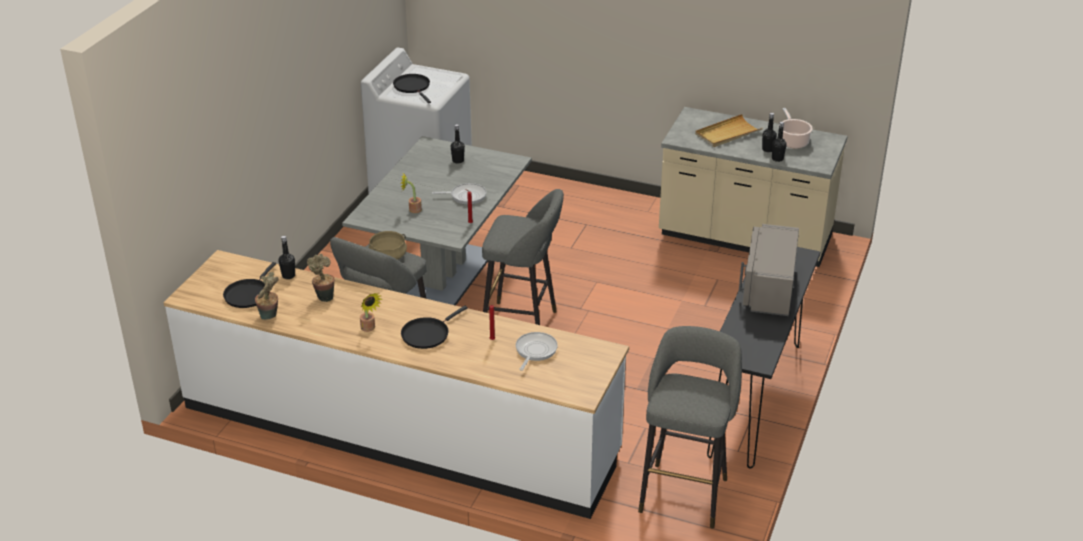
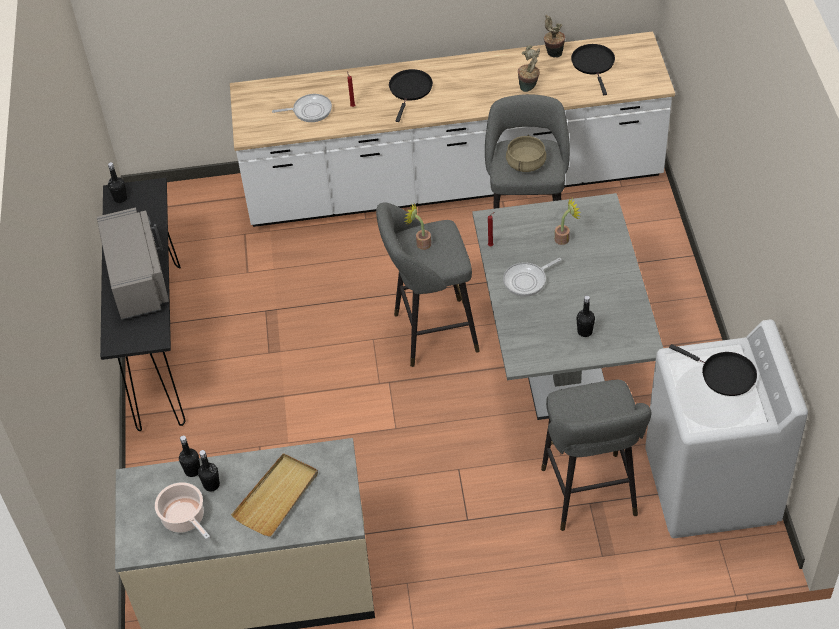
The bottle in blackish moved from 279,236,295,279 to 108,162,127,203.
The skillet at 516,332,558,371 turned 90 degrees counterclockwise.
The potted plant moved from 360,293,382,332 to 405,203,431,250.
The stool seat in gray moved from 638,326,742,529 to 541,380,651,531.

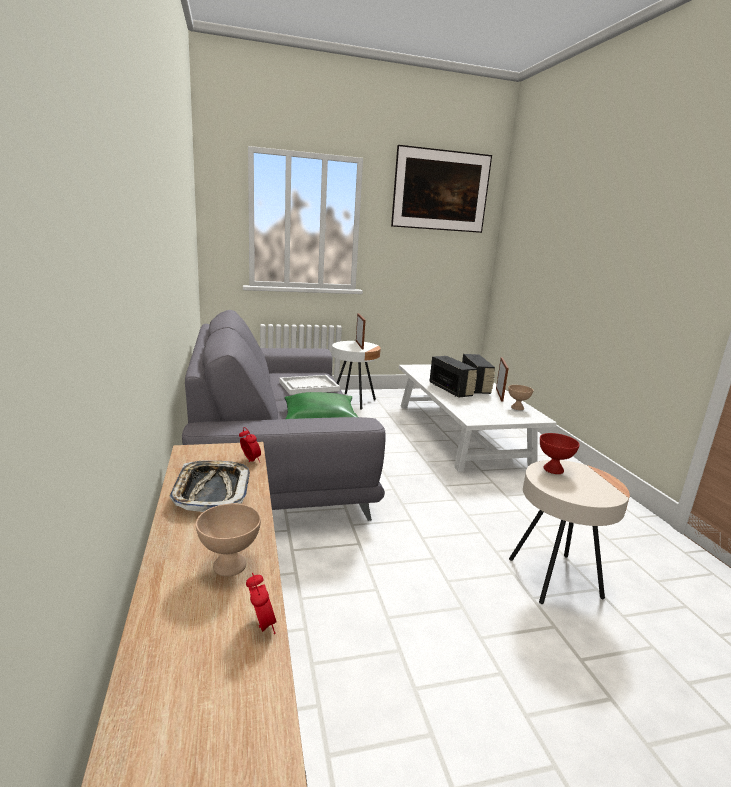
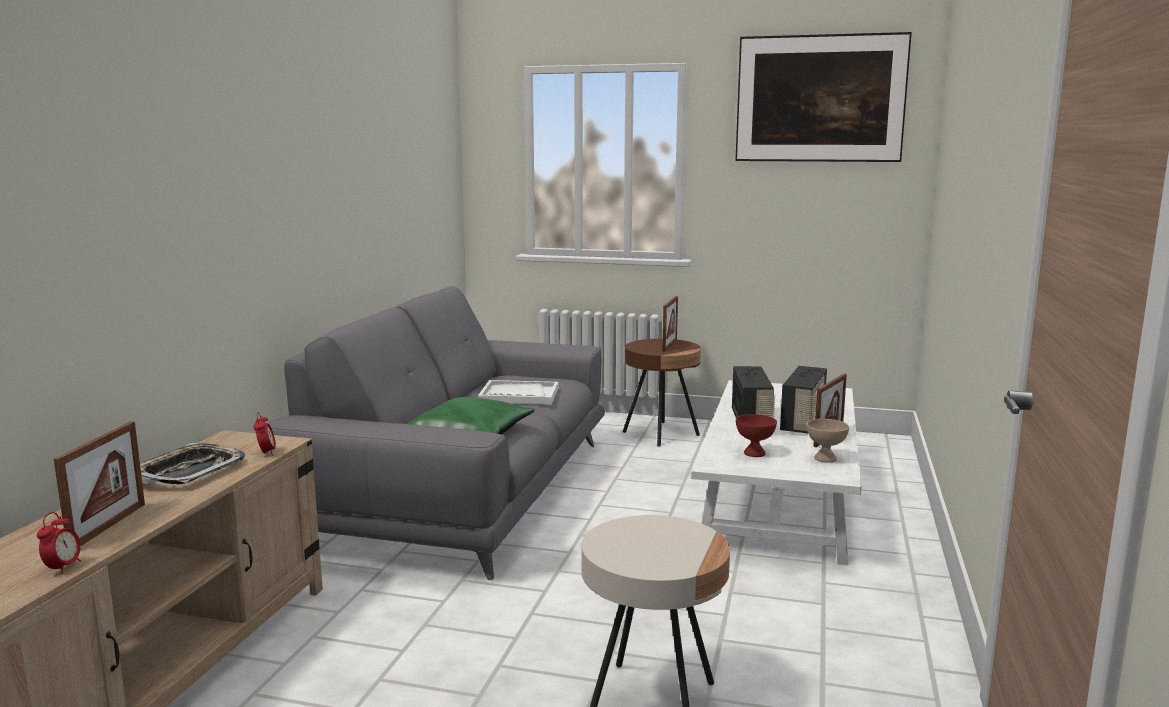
The deep dish in sand-coloured at 196,504,261,576 was replaced by the picture frame at 54,422,145,546.
The accent table in whitish at 332,341,381,410 became the accent table in brownish at 623,339,701,446.
The deep dish in red-coloured moved from 540,433,580,474 to 736,414,777,457.

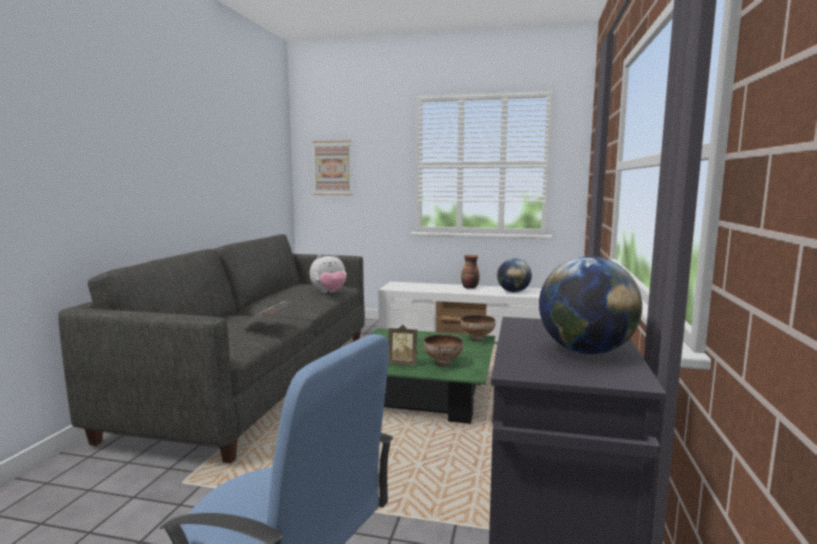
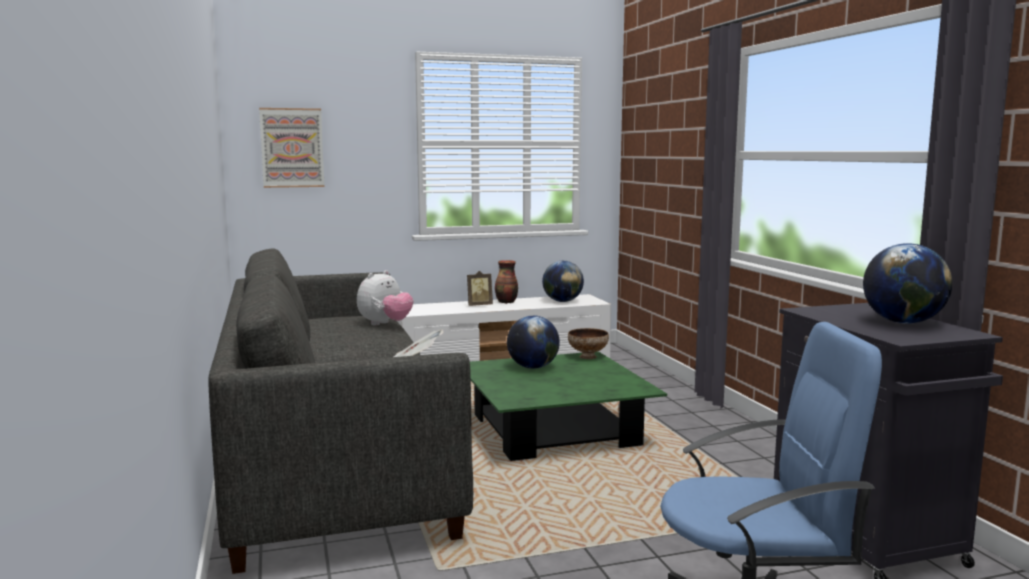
The picture frame moved from 388,325,417,365 to 467,271,493,306.
The desk globe at 507,315,560,369 appeared.
The deep dish at 423,335,463,366 disappeared.

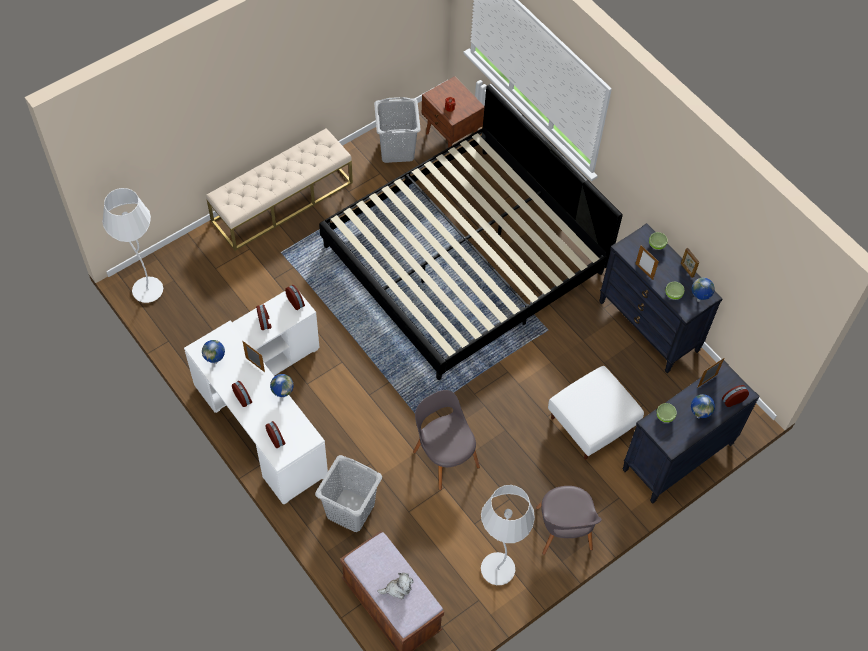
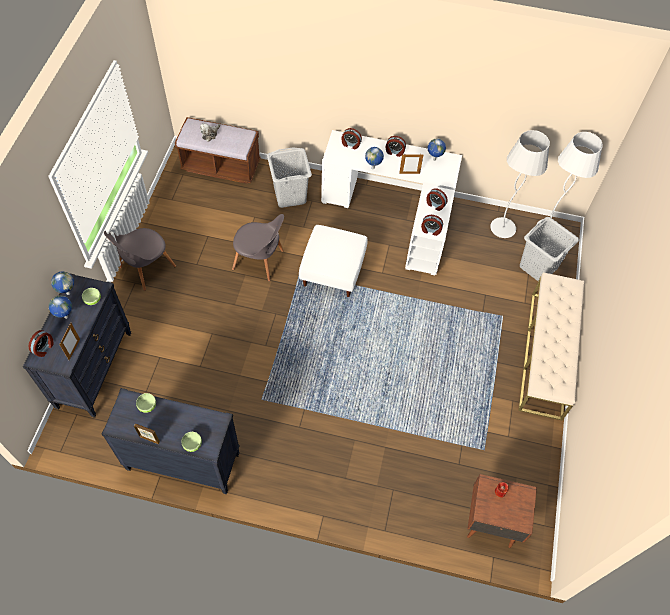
The desk globe moved from 692,278,715,302 to 51,271,74,295.
The chair in gray at 536,486,602,555 turned 90 degrees counterclockwise.
The ottoman in whitish moved from 548,366,644,459 to 299,225,368,297.
The floor lamp in whitish moved from 481,485,535,585 to 490,130,550,238.
The washing basket in gray moved from 374,97,421,163 to 520,217,579,281.
The bedroom bed at 319,83,623,380 disappeared.
The picture frame at 635,245,659,280 disappeared.

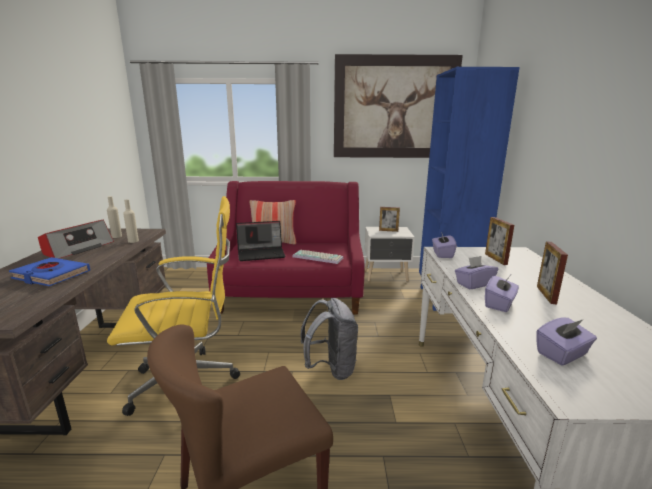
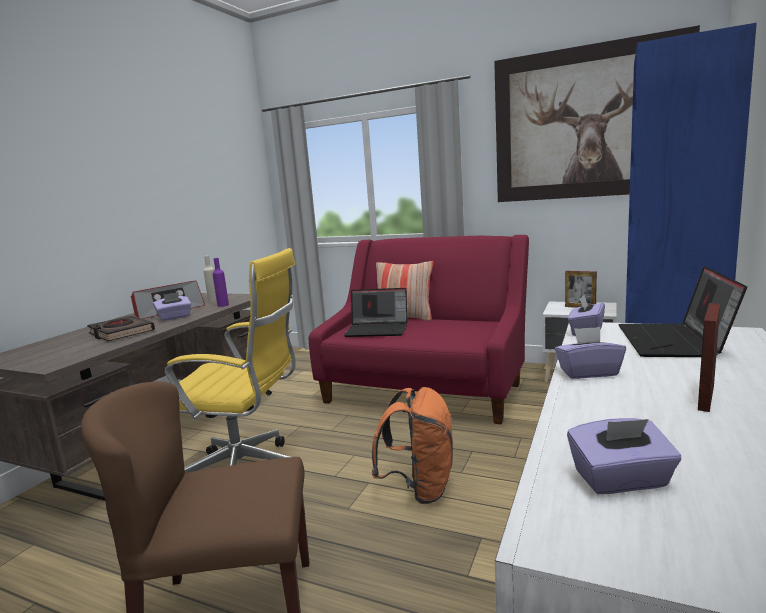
The bound book in bluish at 9,257,90,286 became the bound book in blackish at 87,316,155,341.
The tissue holder in purple-coloured moved from 485,275,519,312 to 153,292,191,321.
The bottle in sand-coloured at 123,199,139,243 became the bottle in purple-coloured at 213,258,229,307.
The knapsack in gray at 301,298,358,380 became the knapsack in orange-coloured at 371,387,453,504.
The picture frame at 485,217,514,265 was replaced by the notebook computer at 618,266,747,357.
The keyboard at 292,250,343,264 disappeared.

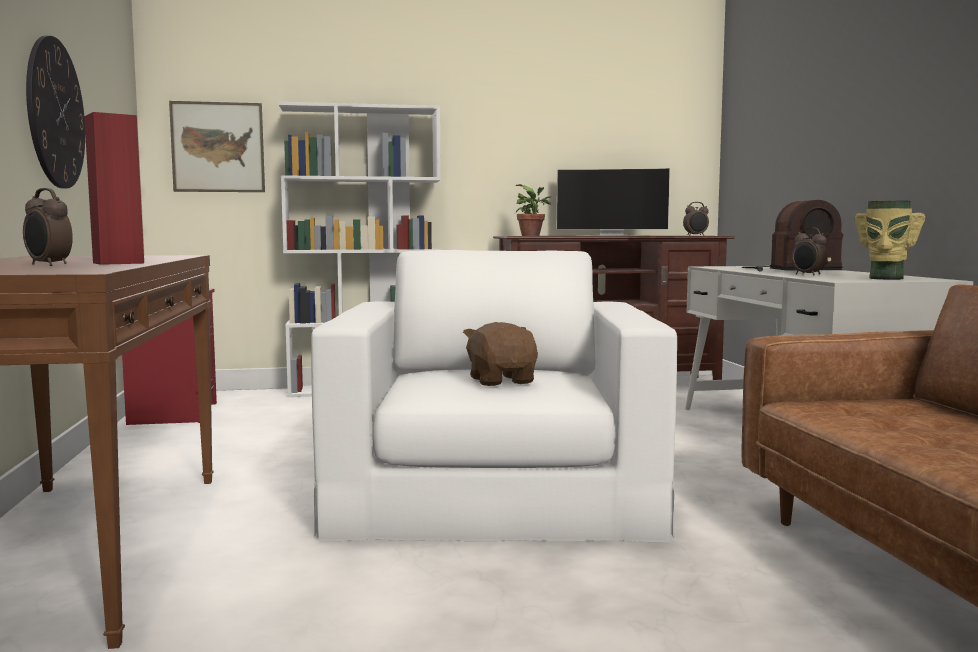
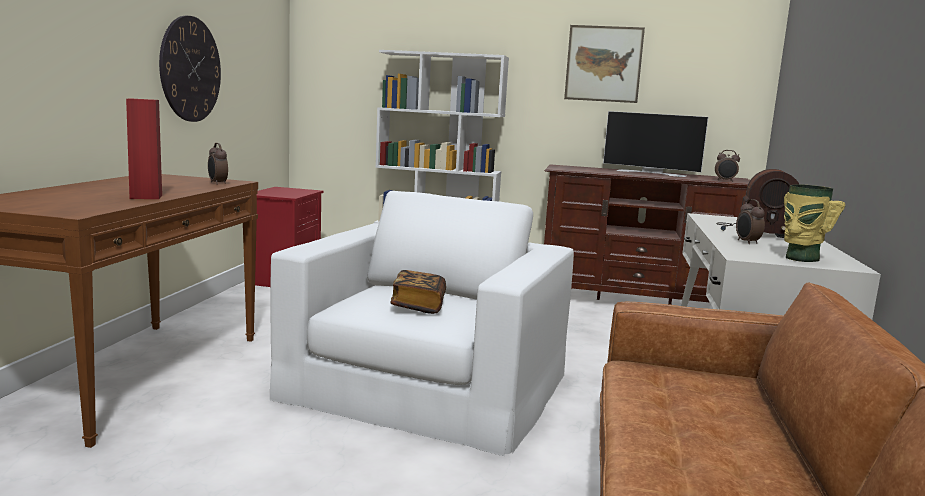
The table clock moved from 23,188,73,266 to 208,143,228,185.
The plush toy in brownish at 463,322,538,386 was replaced by the bound book at 390,270,446,314.
The picture moved from 169,101,265,192 to 564,25,645,103.
The potted plant at 515,184,551,236 disappeared.

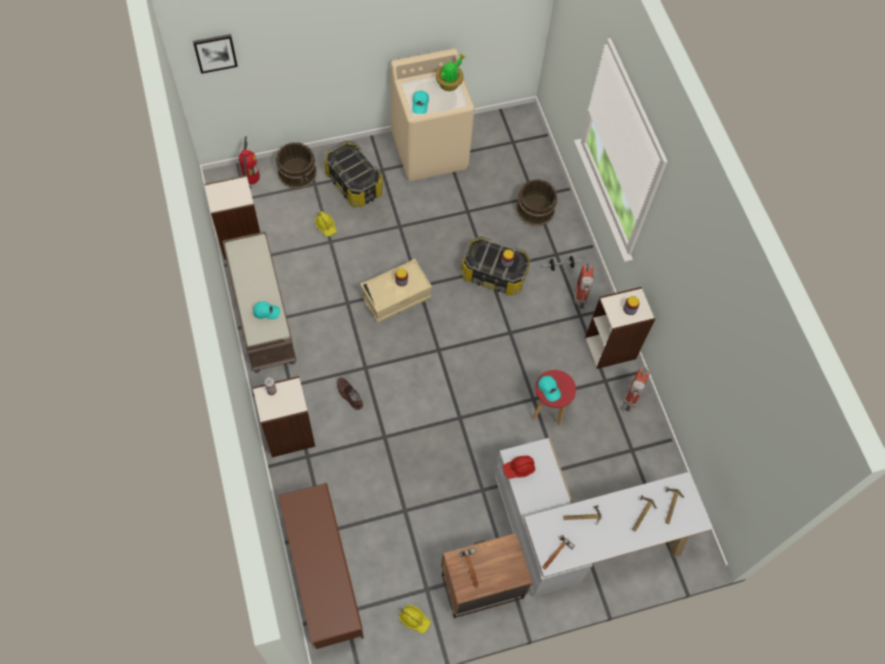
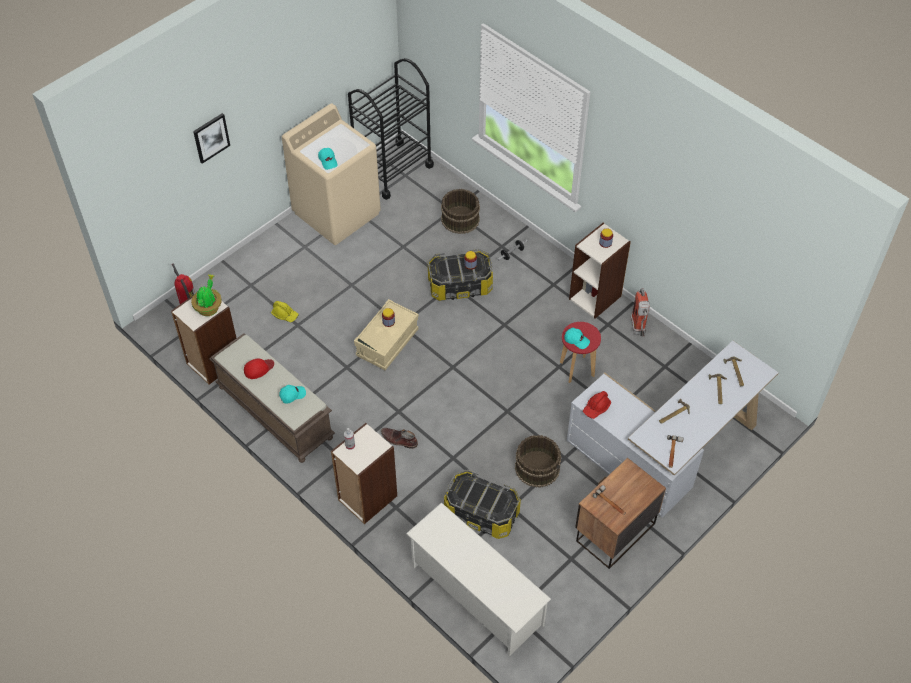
The potted plant moved from 436,54,465,91 to 191,274,222,316.
The picture moved from 193,34,238,74 to 193,113,230,164.
The cap in red-coloured at 244,359,274,379 appeared.
The cart in blackish at 348,58,434,200 appeared.
The shoe shelf in brownish at 278,483,364,649 became the shoe shelf in whitish at 406,502,551,657.
The storage container moved from 324,140,383,207 to 444,470,521,539.
The bucket in brownish moved from 276,142,317,189 to 515,435,561,488.
The safety helmet in yellowish at 399,604,431,634 disappeared.
The fire-fighting cylinder at 574,263,593,309 disappeared.

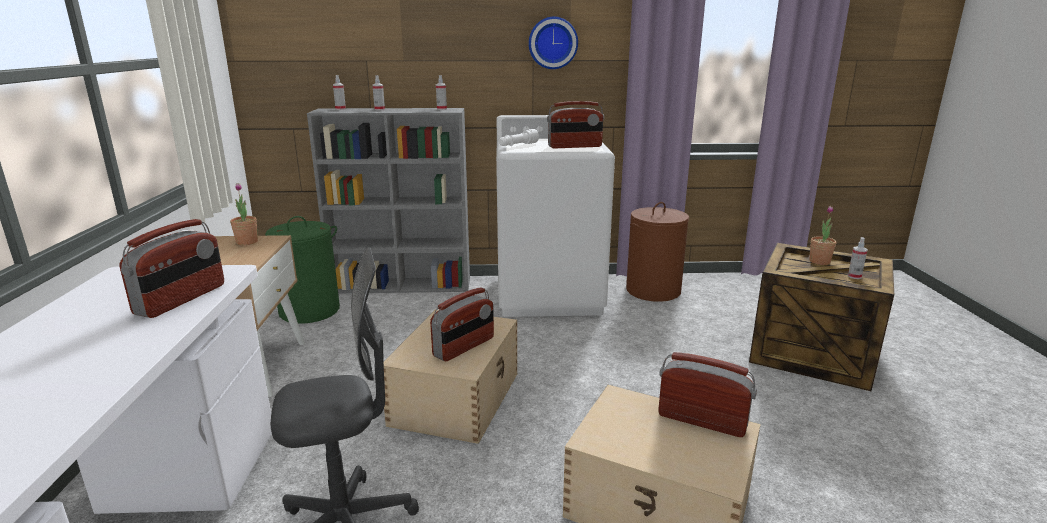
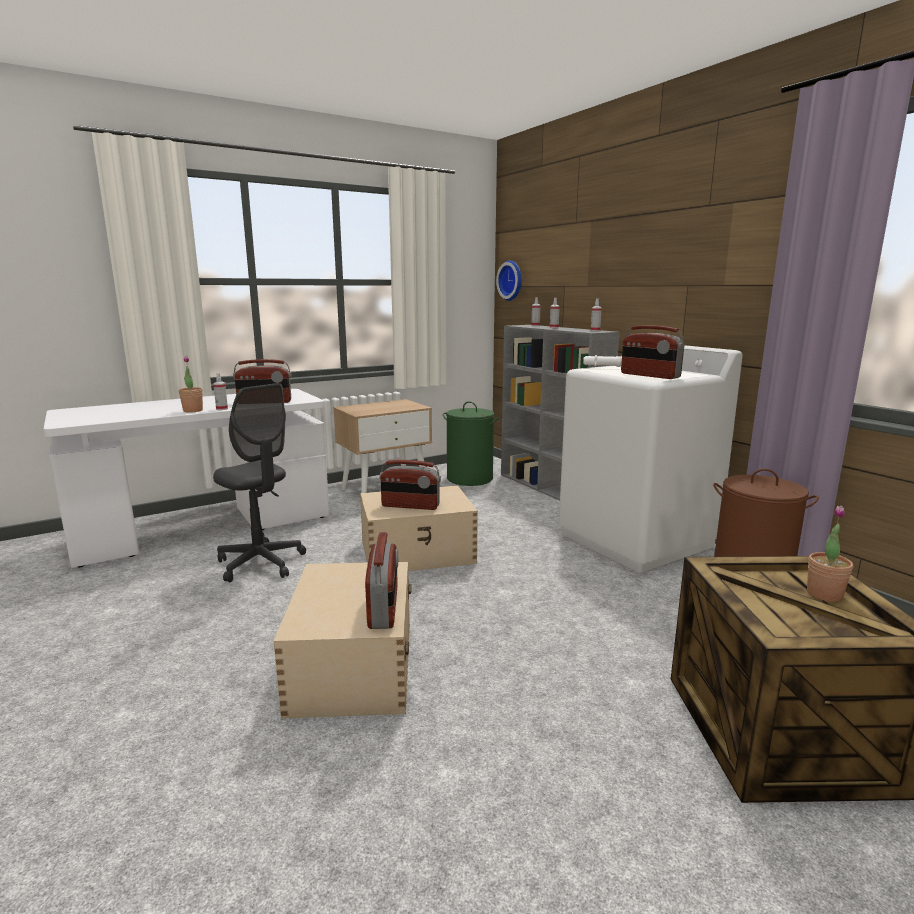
The potted plant moved from 230,183,258,245 to 179,356,203,413.
The hand sprayer moved from 848,237,868,279 to 213,373,228,410.
The hanging clock moved from 529,17,578,69 to 496,260,522,301.

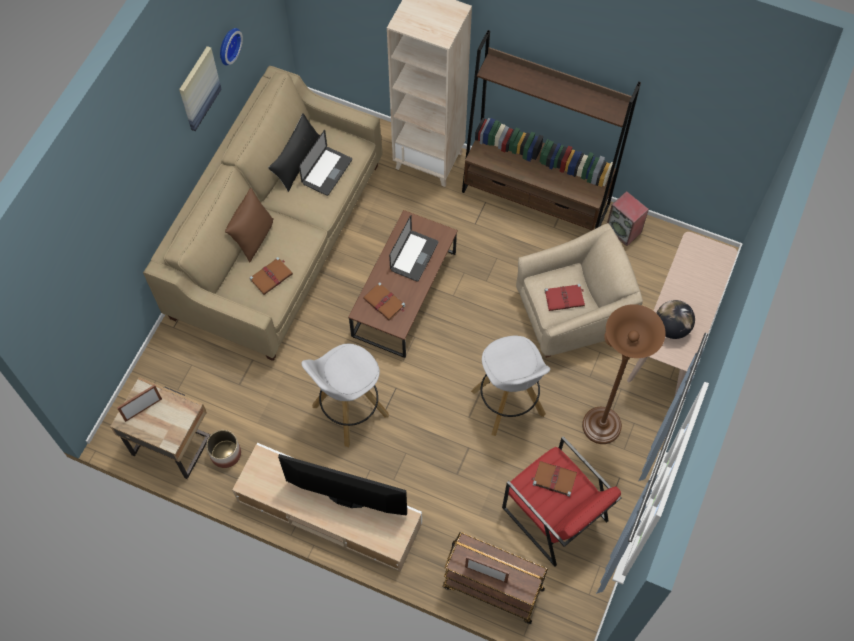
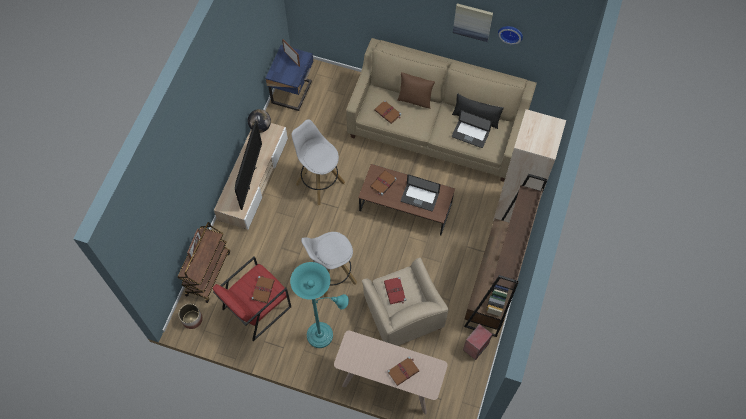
The planter moved from 206,430,241,468 to 179,304,203,329.
The desk globe moved from 656,300,695,339 to 248,109,271,133.
The nightstand in sand-coloured at 110,377,210,479 became the nightstand in bluish at 265,45,313,111.
The floor lamp in brownish at 582,304,666,444 became the floor lamp in turquoise-coloured at 290,262,349,348.
The bound book in brownish at 387,356,419,386 appeared.

